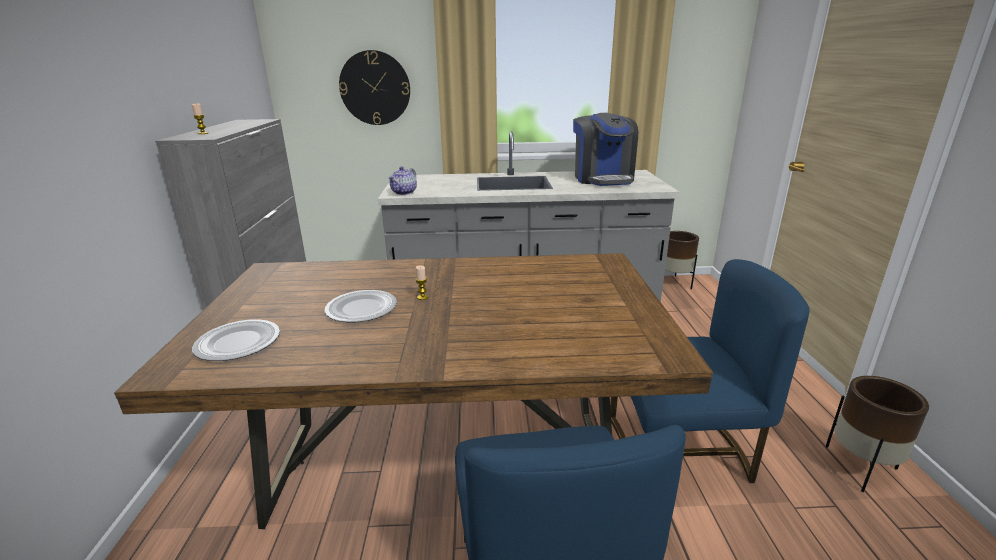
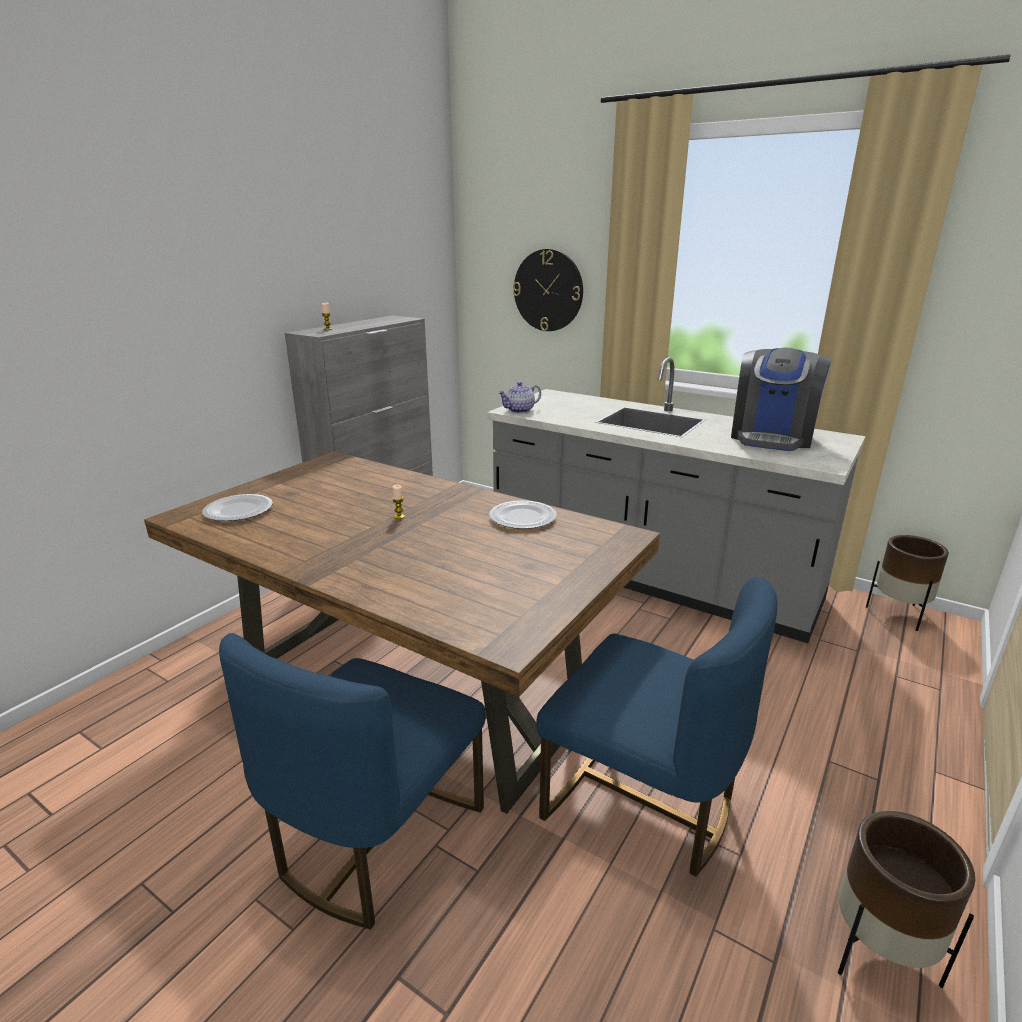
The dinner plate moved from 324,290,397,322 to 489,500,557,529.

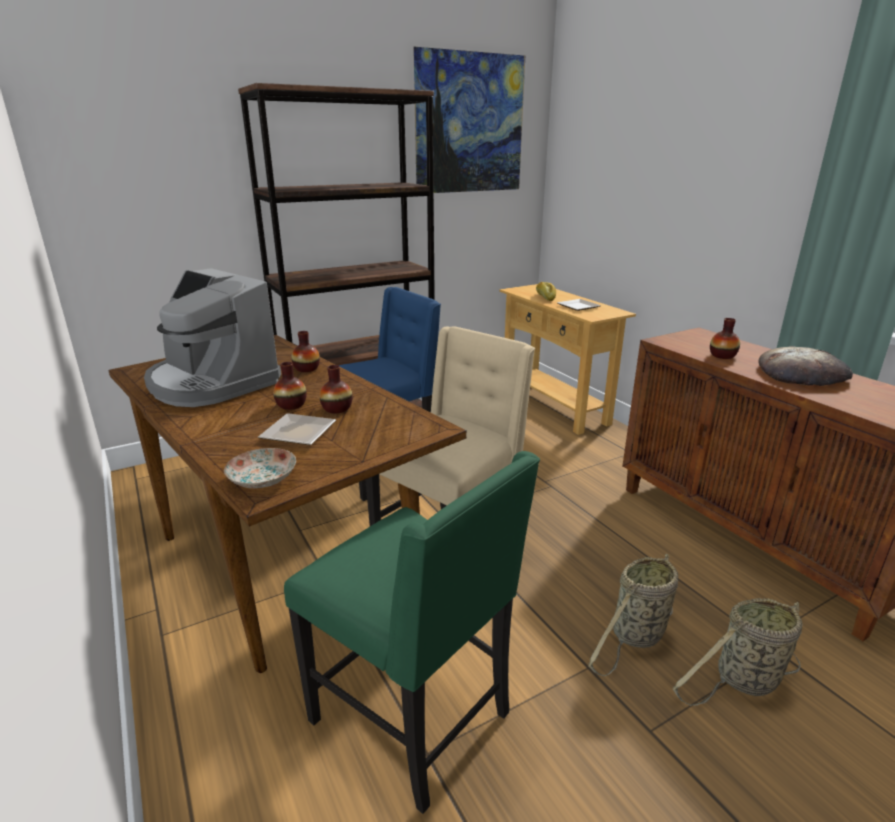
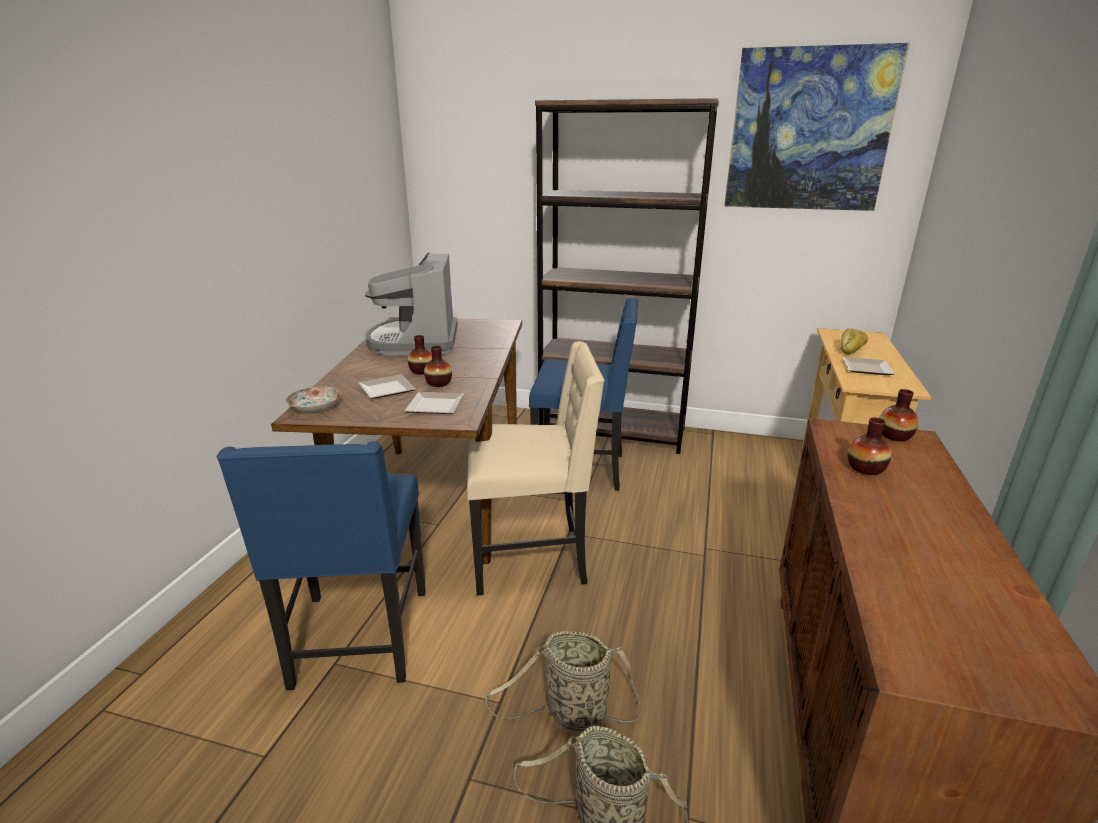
The chair in greenish at 284,451,540,814 became the chair in bluish at 217,441,426,690.
The dinner plate at 405,392,464,414 appeared.
The decorative vase moved from 291,331,320,372 to 879,389,919,441.
The bakery bread at 758,346,853,386 disappeared.

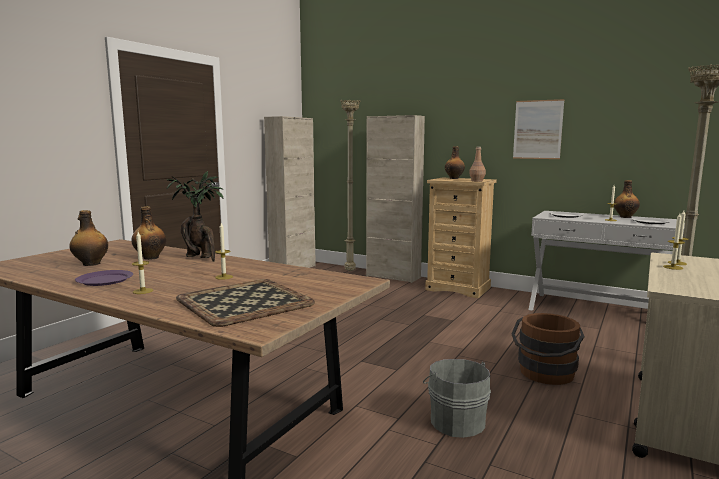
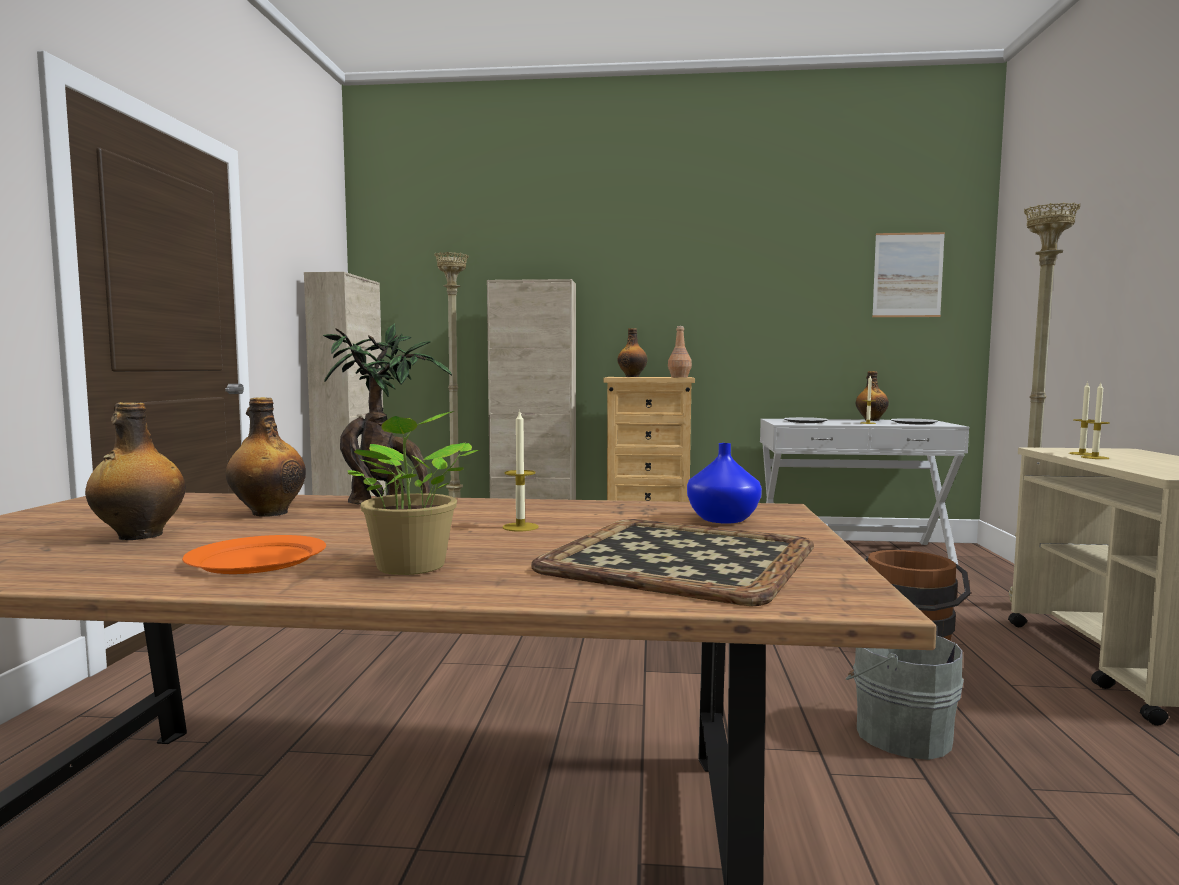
The dinner plate in purple-coloured at 75,270,133,286 became the dinner plate in orange-coloured at 182,535,326,574.
The candle at 132,232,153,294 was replaced by the potted plant at 347,411,479,575.
The decorative vase in bluish at 687,443,762,524 appeared.
The picture moved from 513,99,564,159 to 872,232,945,317.

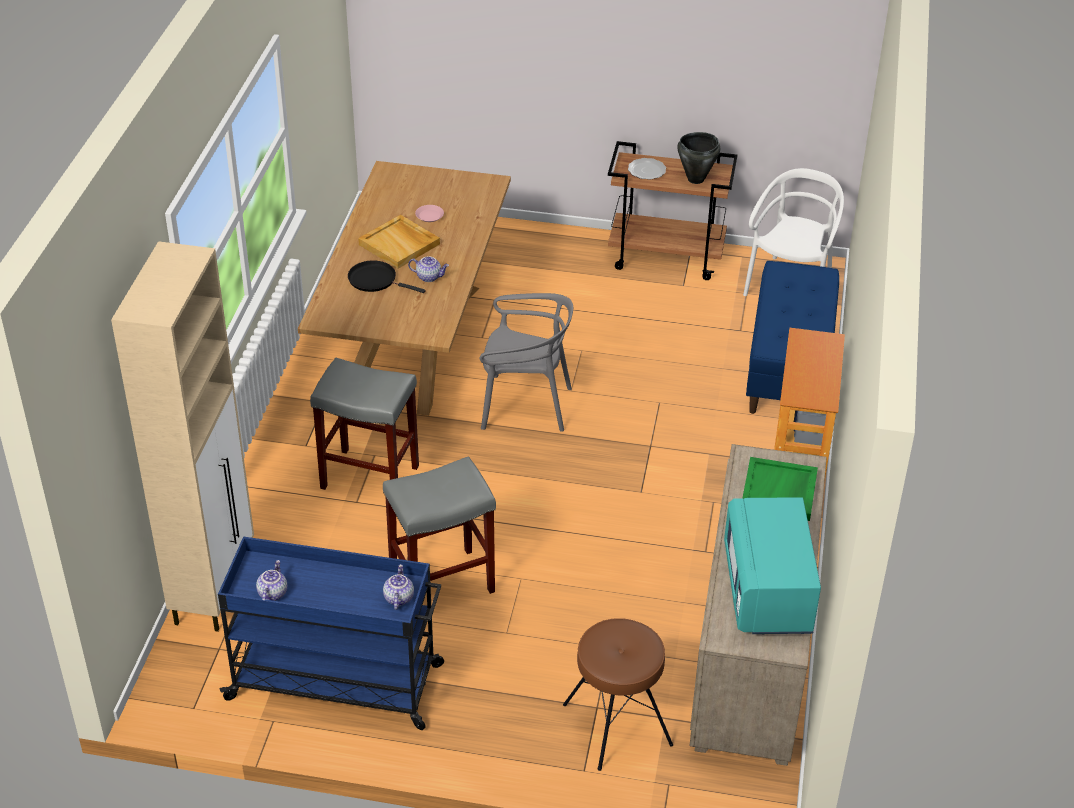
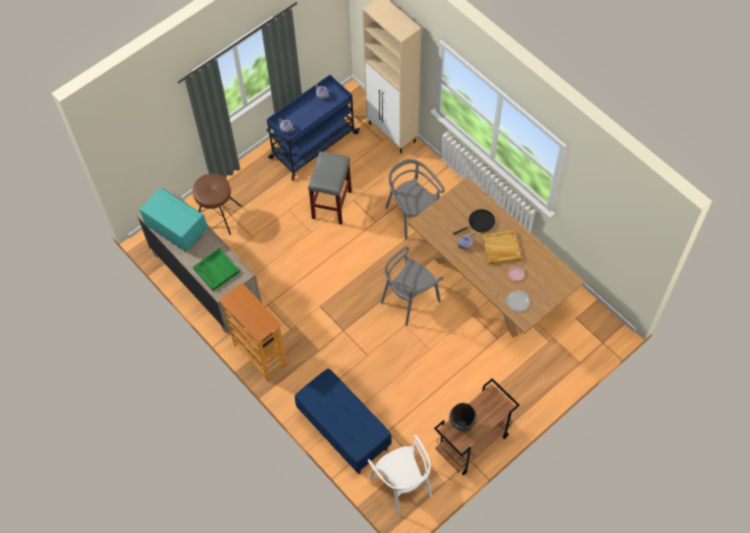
The stool seat in gray at 310,358,419,490 was replaced by the chair in gray at 385,159,445,239.
The dinner plate moved from 628,158,666,180 to 506,290,530,312.

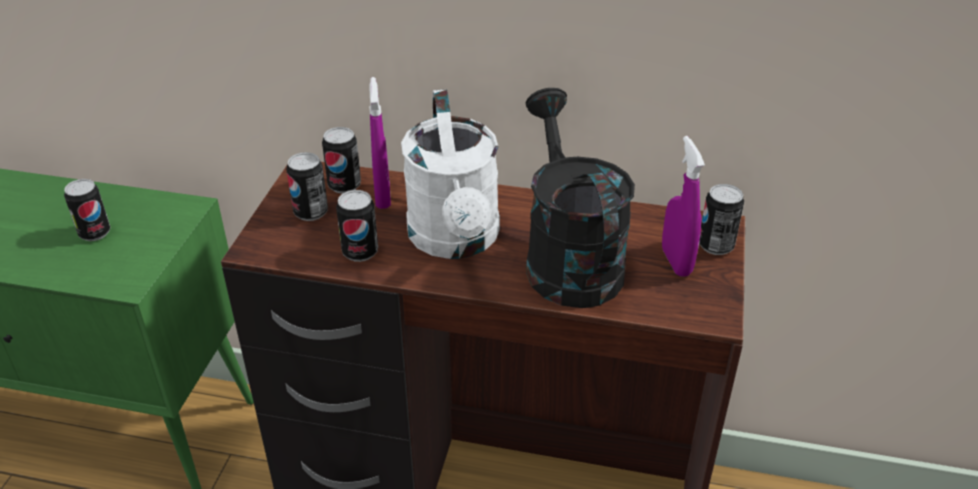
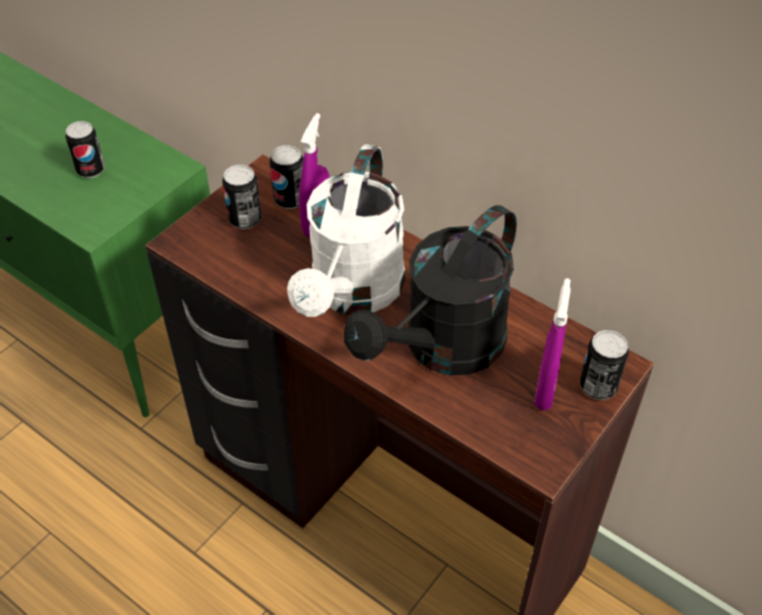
The watering pot in blackish at 526,88,635,308 turned 150 degrees counterclockwise.
The can at 336,190,378,262 disappeared.

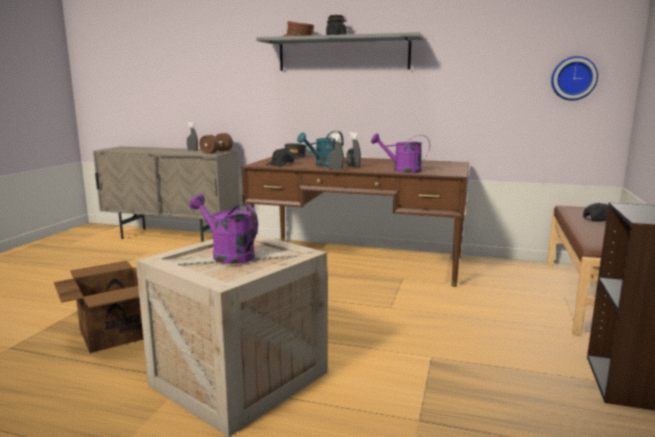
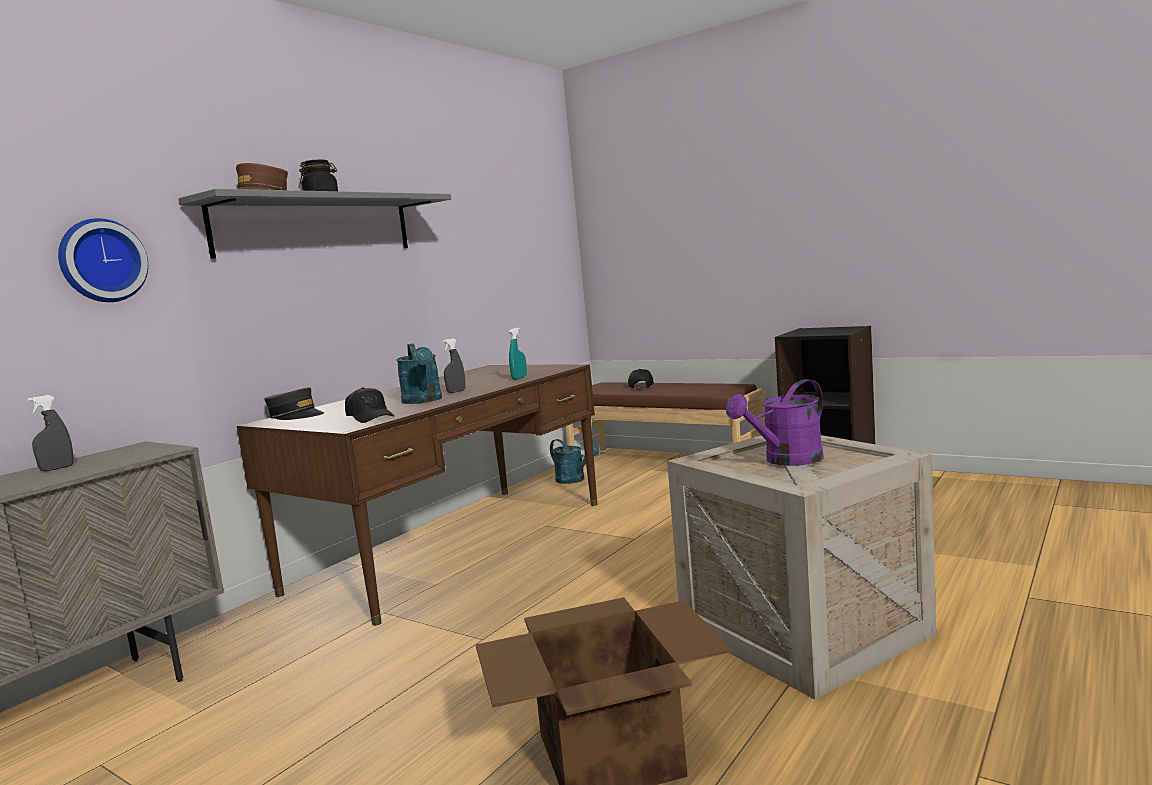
The hanging clock moved from 551,56,598,101 to 58,218,148,302.
The watering pot in purple-coloured at 371,133,430,173 was replaced by the hand sprayer in turquoise-coloured at 509,327,527,379.
The watering pot in turquoise-coloured at 550,439,600,484 appeared.
The dumbbell in brownish at 199,133,233,154 disappeared.
The hand sprayer in gray at 328,134,344,170 disappeared.

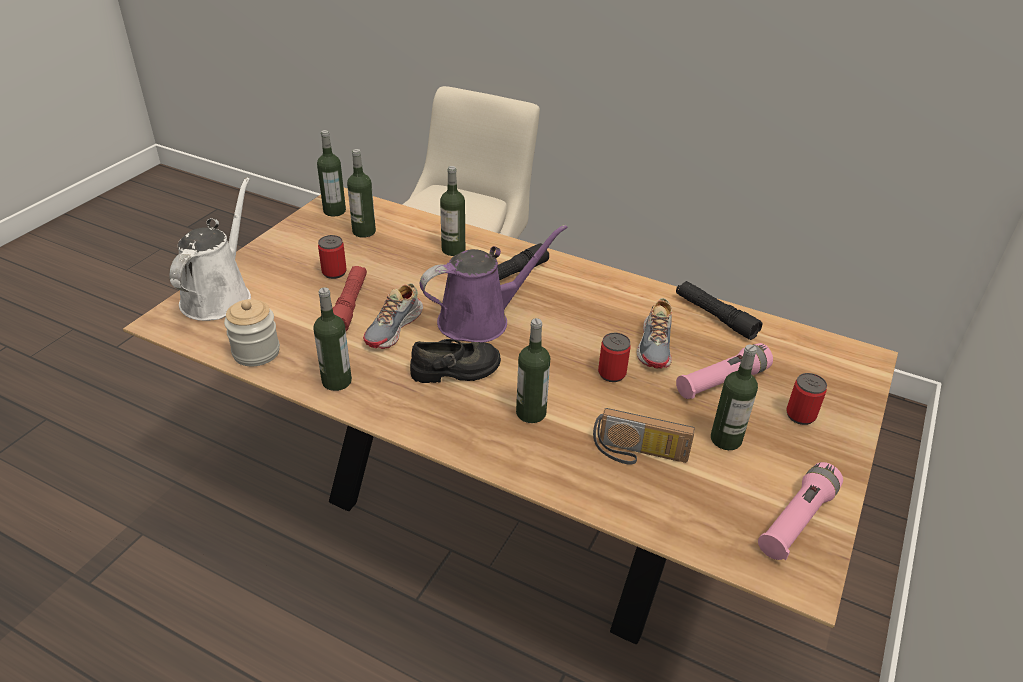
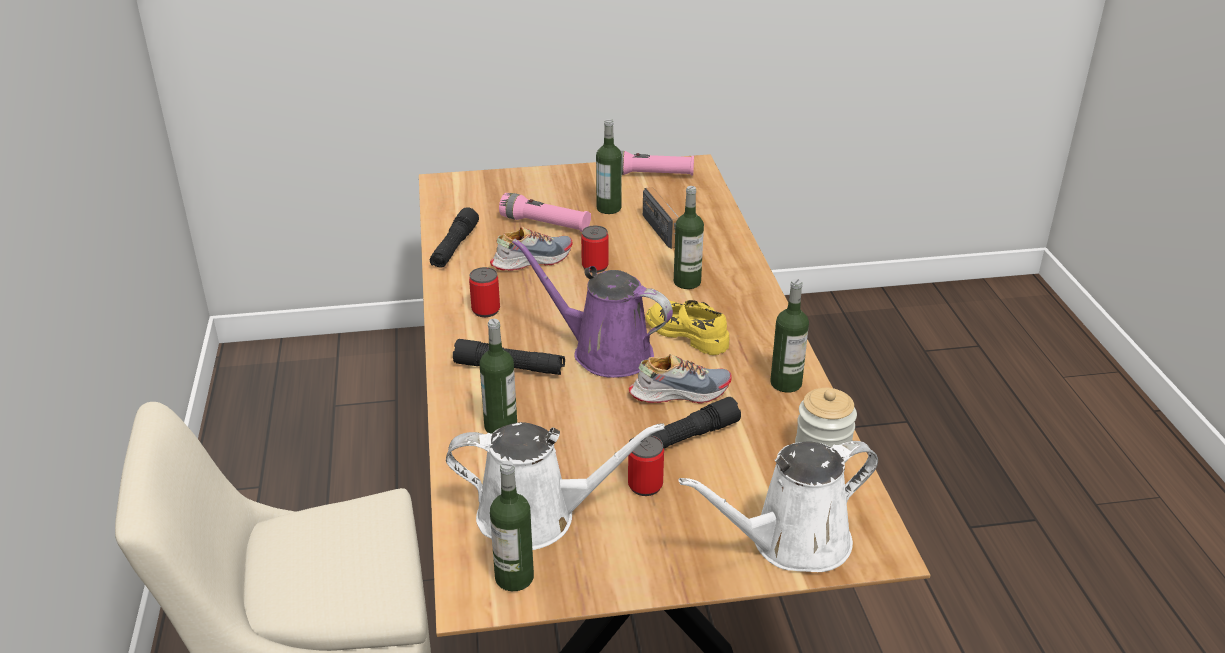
The bottle at 347,149,376,238 was replaced by the watering pot in whitish at 446,422,665,550.
The can moved from 786,373,827,425 to 469,267,500,317.
The flashlight in red-coloured at 333,266,367,331 became the flashlight in blackish at 629,397,741,449.
The shoe in blackish at 410,339,501,383 became the shoe in yellowish at 646,300,730,355.

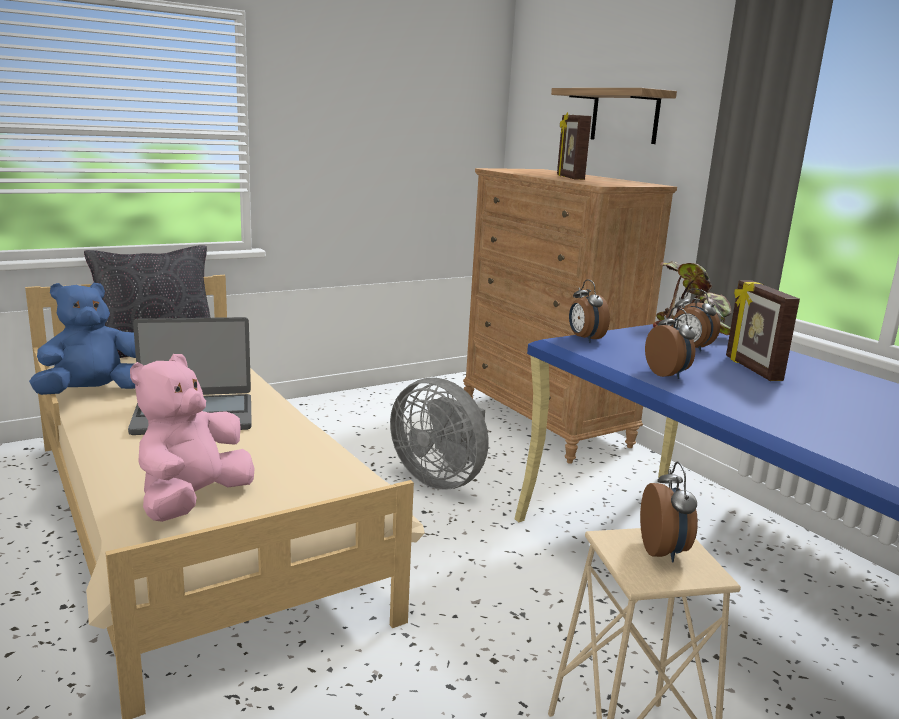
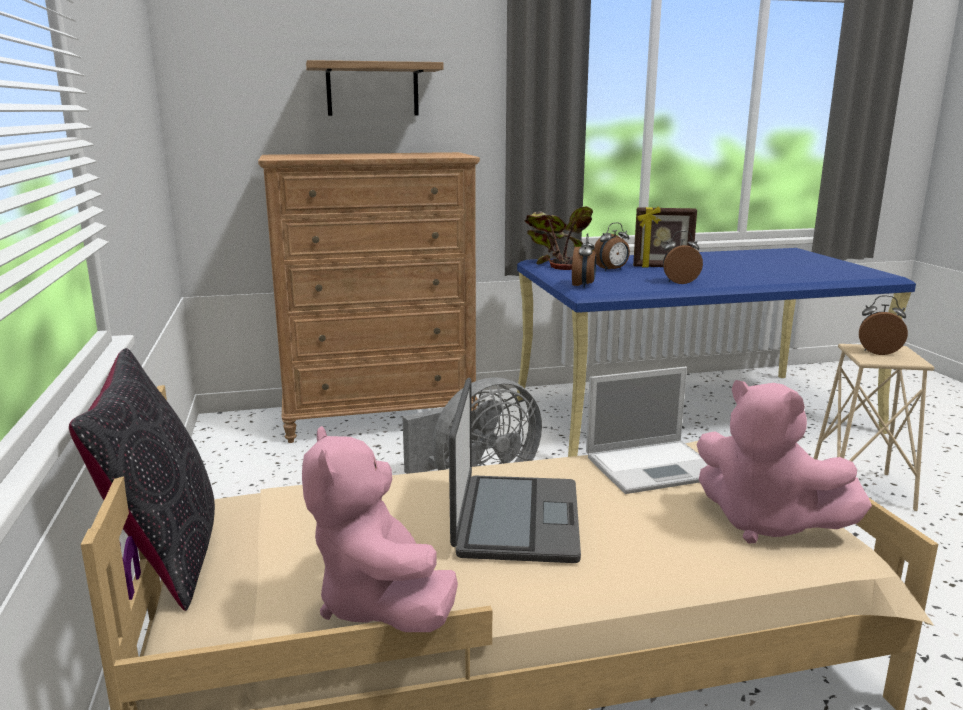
The plush toy in bluish at 29,283,136,395 became the plush toy in pink-coloured at 302,426,458,632.
The table clock at 569,280,610,342 turned 75 degrees counterclockwise.
The notebook computer at 586,367,708,494 appeared.
The picture frame at 557,112,591,180 disappeared.

